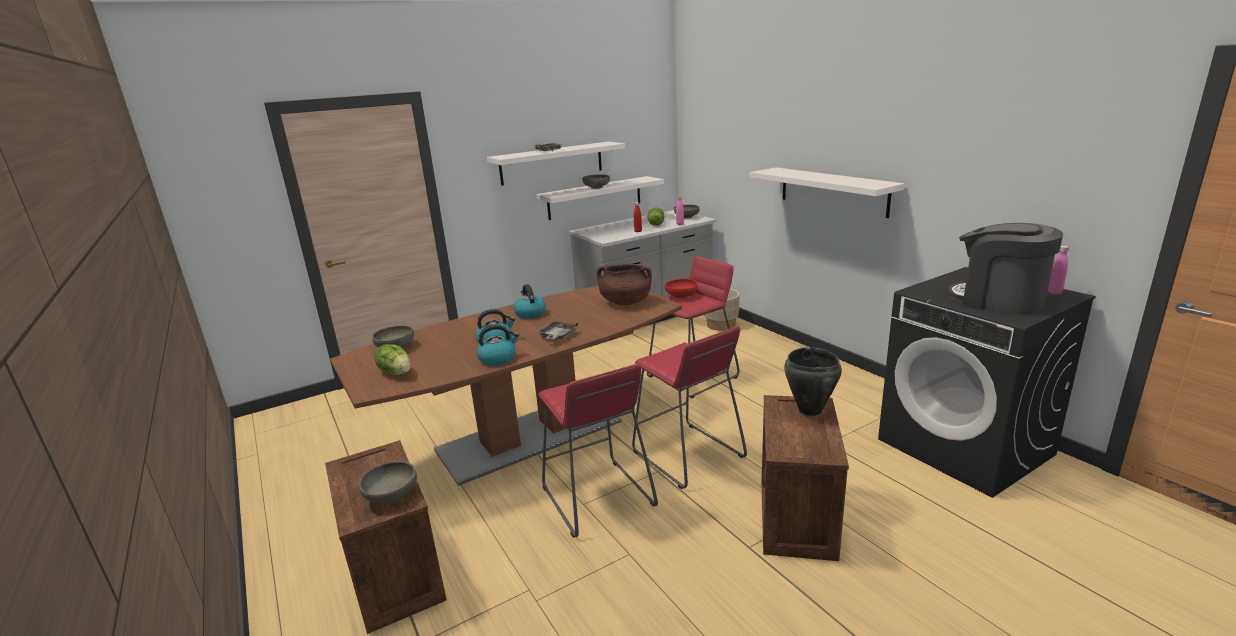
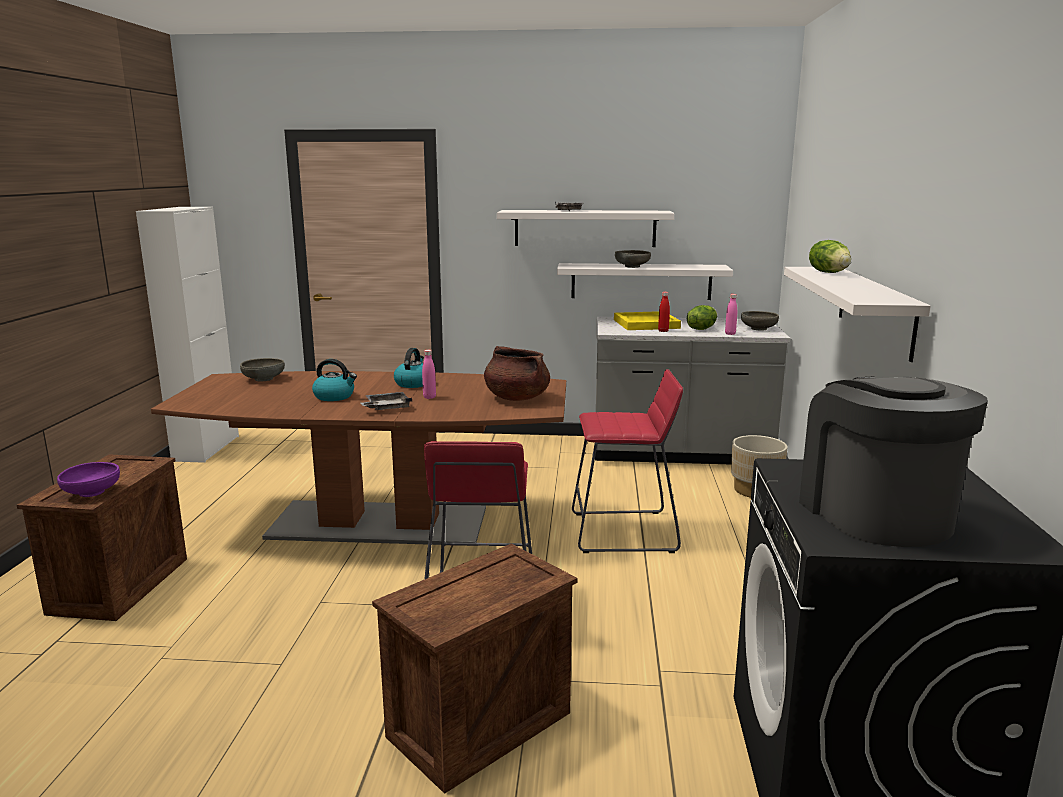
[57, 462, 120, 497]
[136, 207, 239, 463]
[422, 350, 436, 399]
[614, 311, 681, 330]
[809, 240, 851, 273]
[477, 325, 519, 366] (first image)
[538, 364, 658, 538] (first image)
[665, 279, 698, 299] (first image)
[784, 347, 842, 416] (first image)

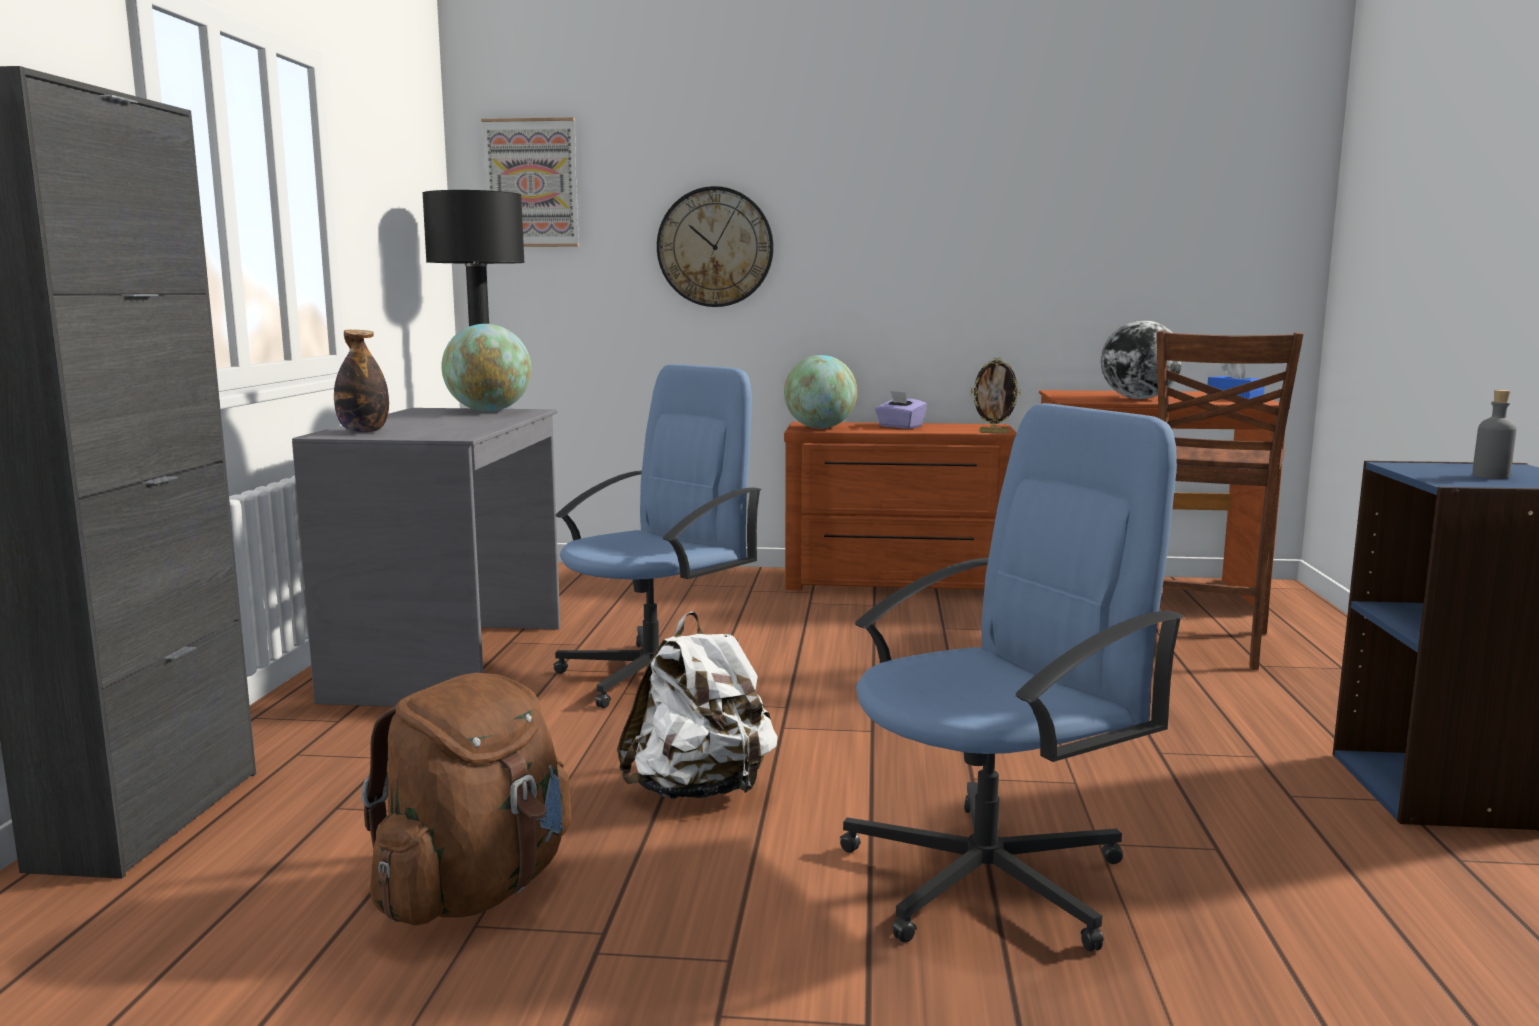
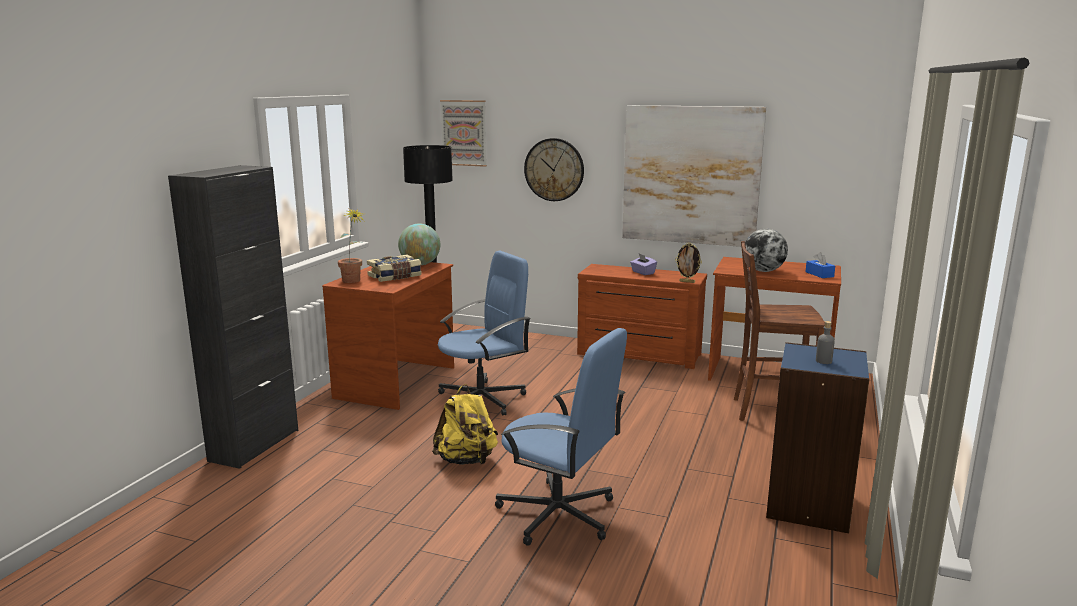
[322, 262, 454, 410]
[338, 208, 364, 283]
[367, 255, 422, 282]
[432, 384, 498, 465]
[495, 328, 627, 546]
[622, 105, 766, 247]
[734, 241, 825, 421]
[361, 673, 572, 925] (first image)
[784, 355, 857, 429] (first image)

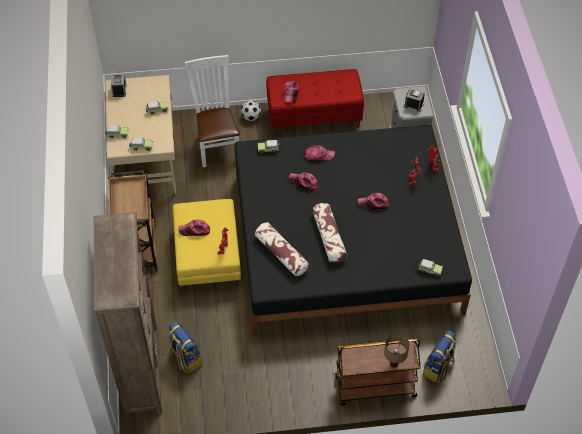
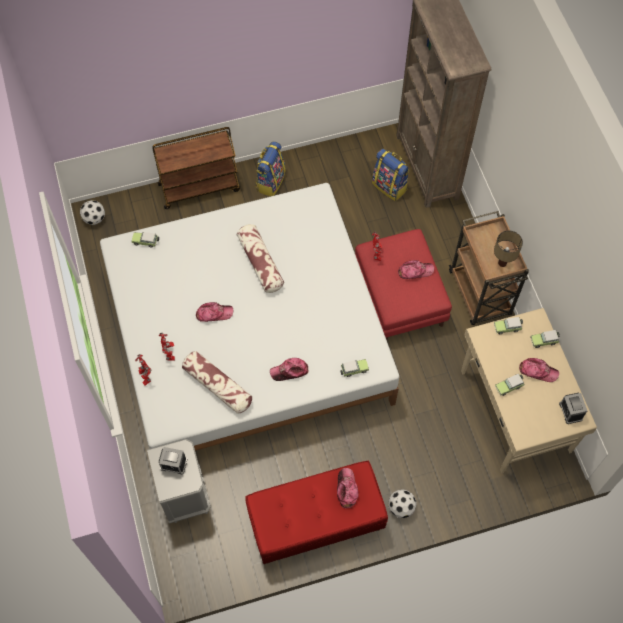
[80, 200, 105, 225]
[100, 183, 399, 451]
[182, 351, 252, 414]
[255, 141, 285, 196]
[355, 229, 452, 340]
[494, 231, 523, 267]
[519, 358, 559, 382]
[185, 55, 240, 167] (first image)

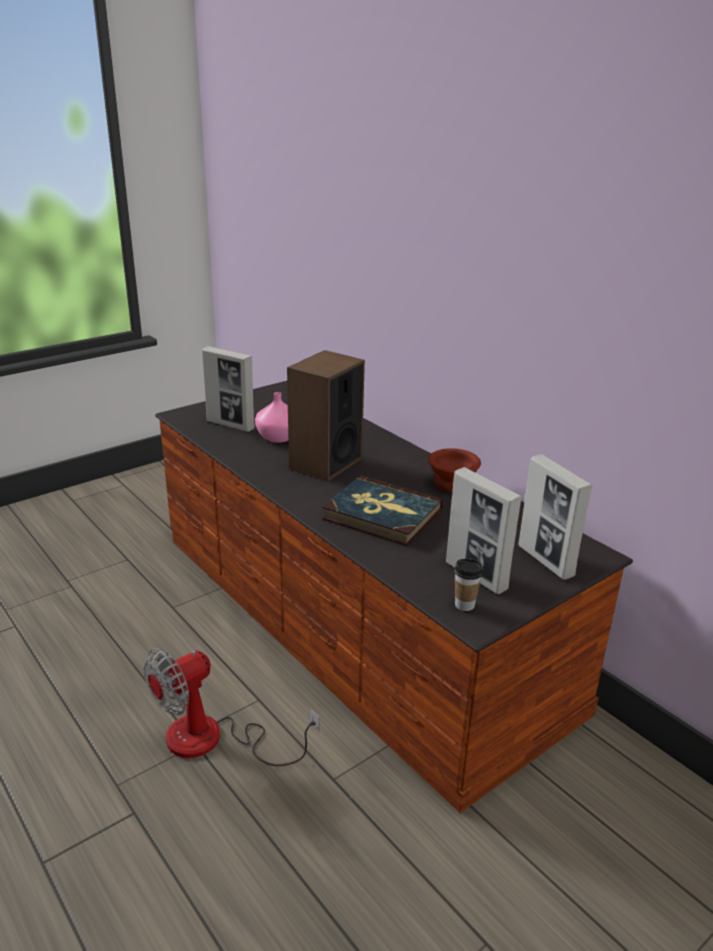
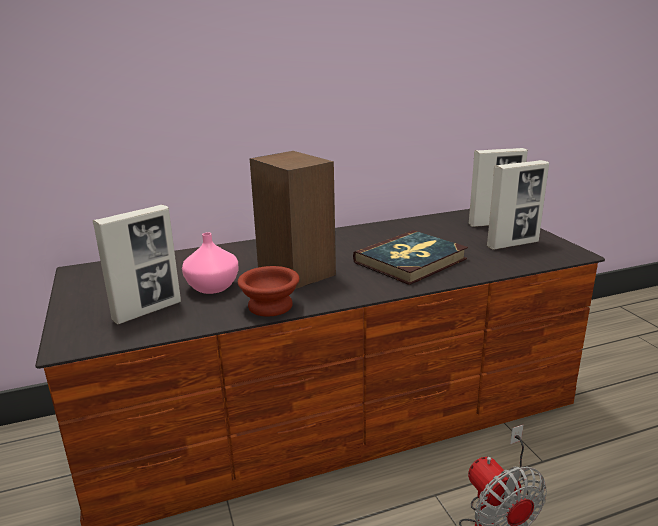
[238, 266, 299, 317]
[454, 559, 483, 611] (first image)

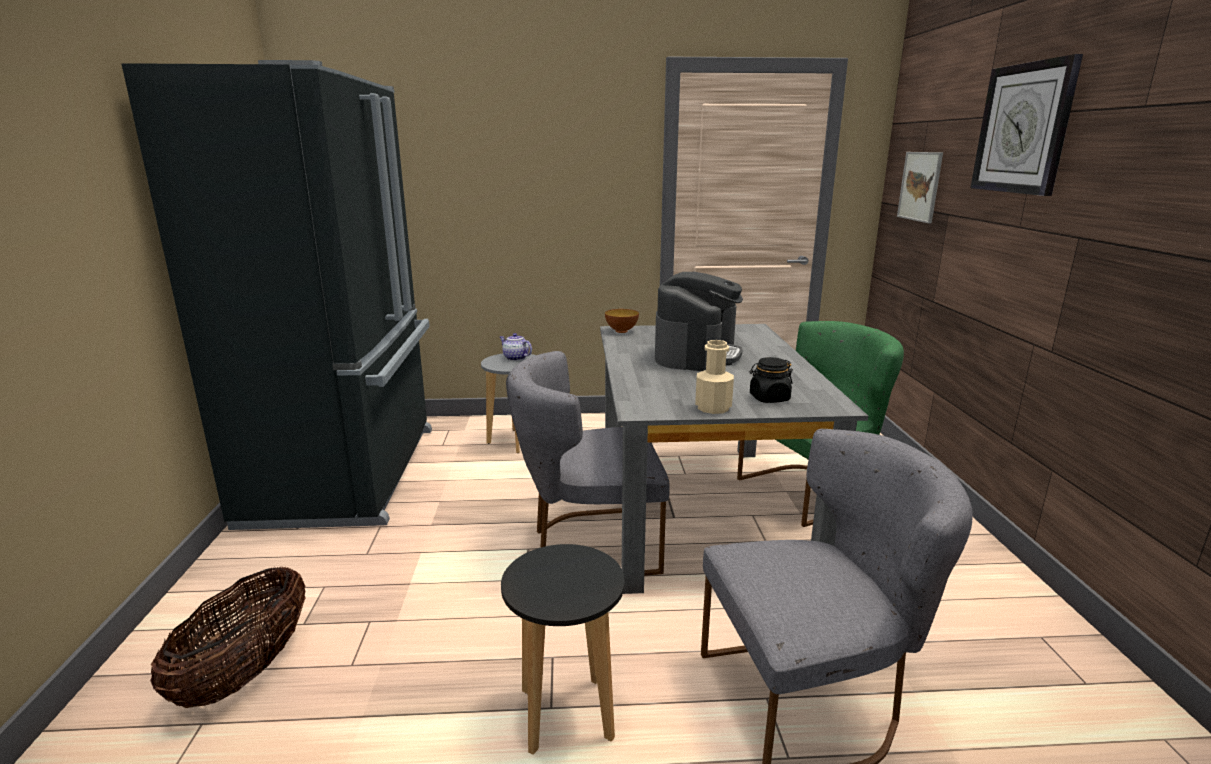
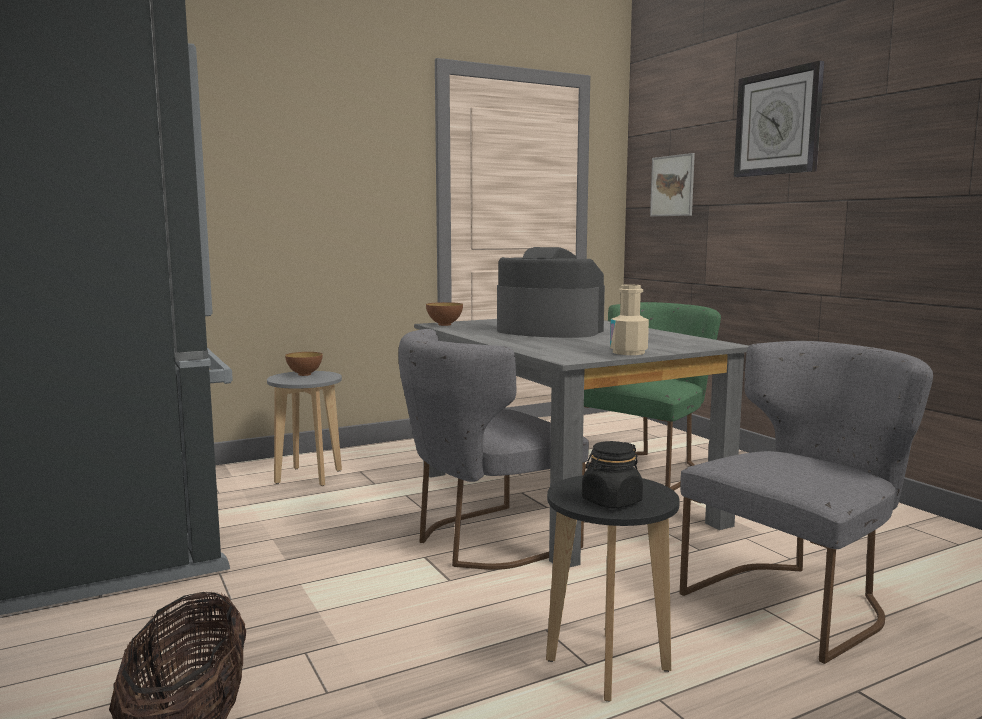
[285, 352, 323, 376]
[497, 247, 605, 338]
[582, 441, 643, 509]

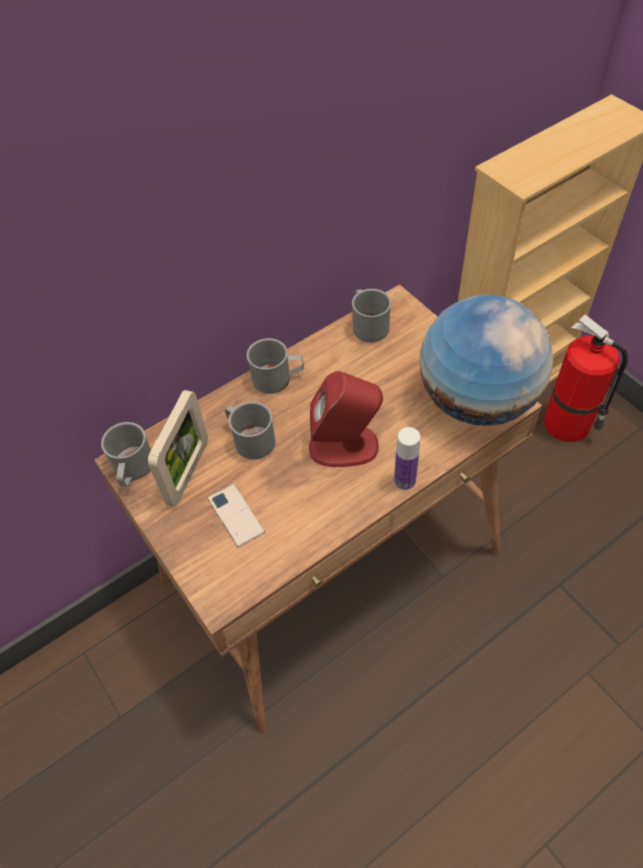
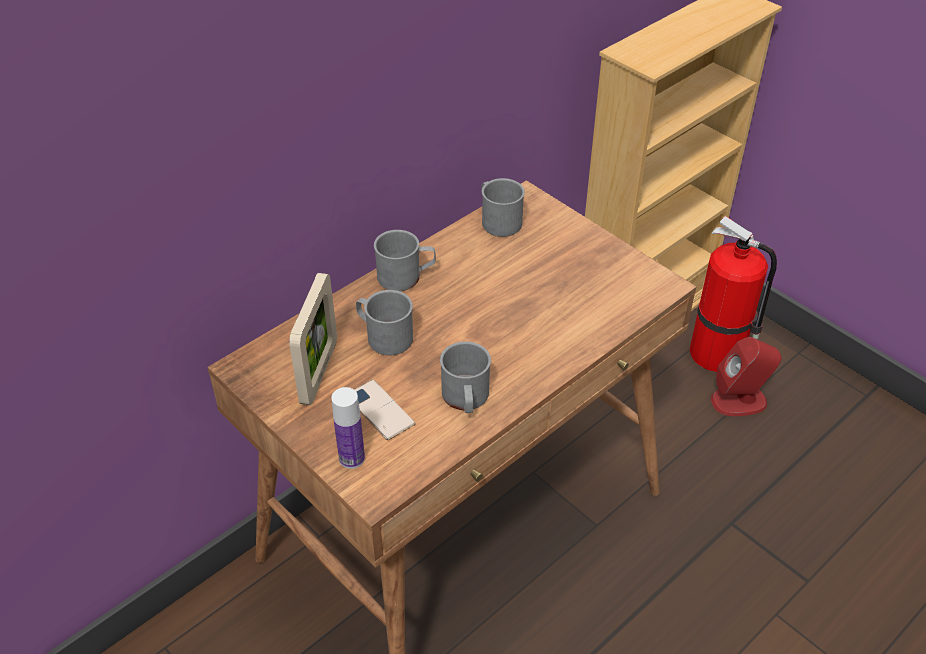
[331, 387, 365, 469]
[440, 341, 491, 413]
[711, 337, 781, 416]
[419, 294, 553, 426] (first image)

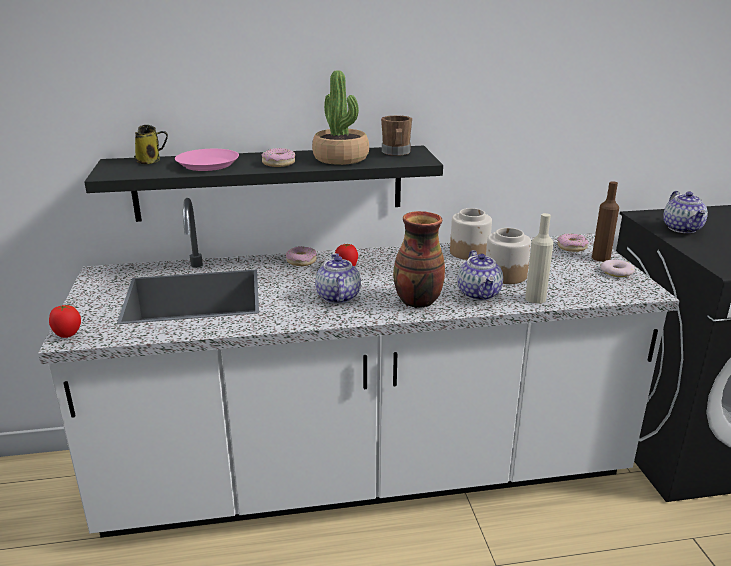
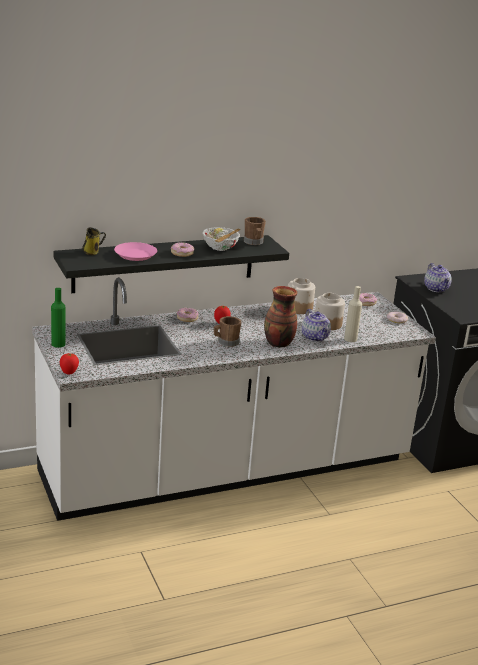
[51, 288, 66, 348]
[202, 228, 240, 251]
[214, 316, 241, 347]
[592, 181, 619, 262] (first image)

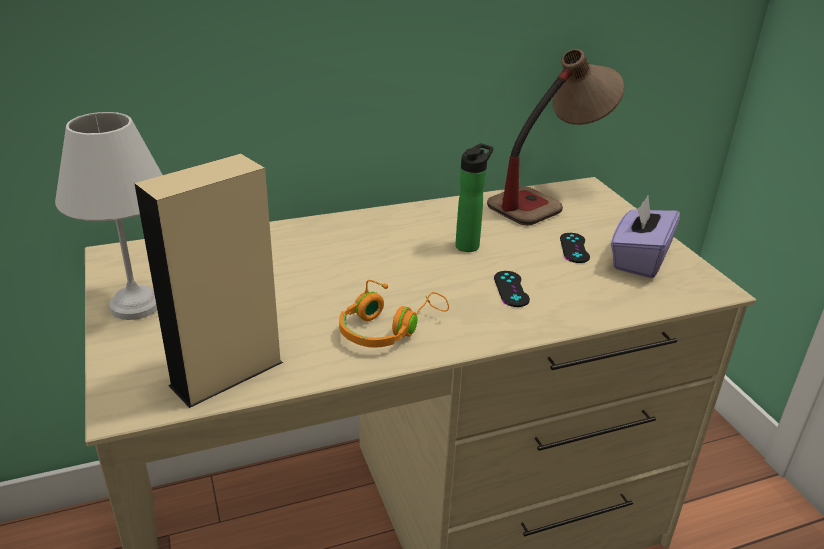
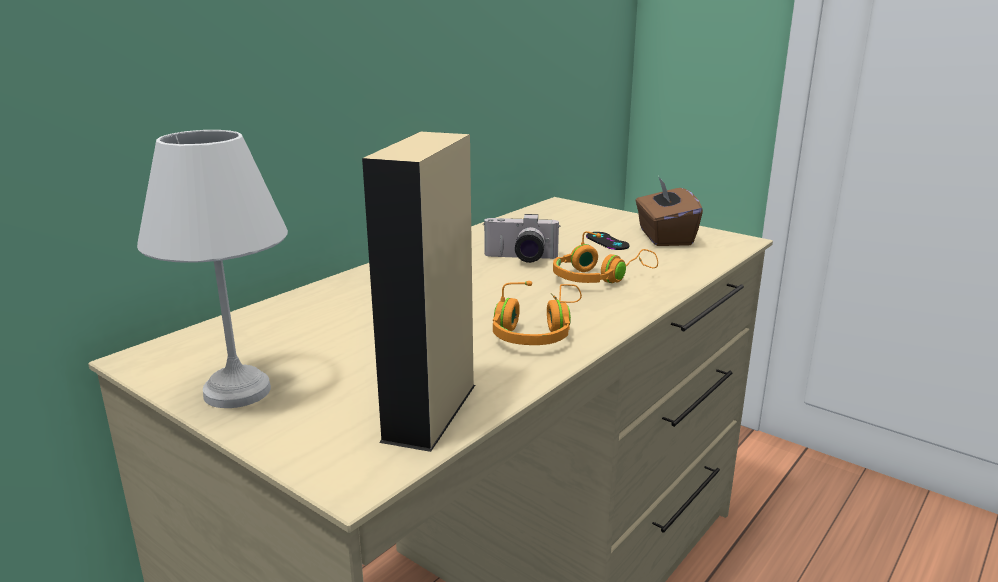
[483, 214, 560, 263]
[553, 231, 658, 283]
[636, 175, 703, 246]
[487, 49, 625, 225] (first image)

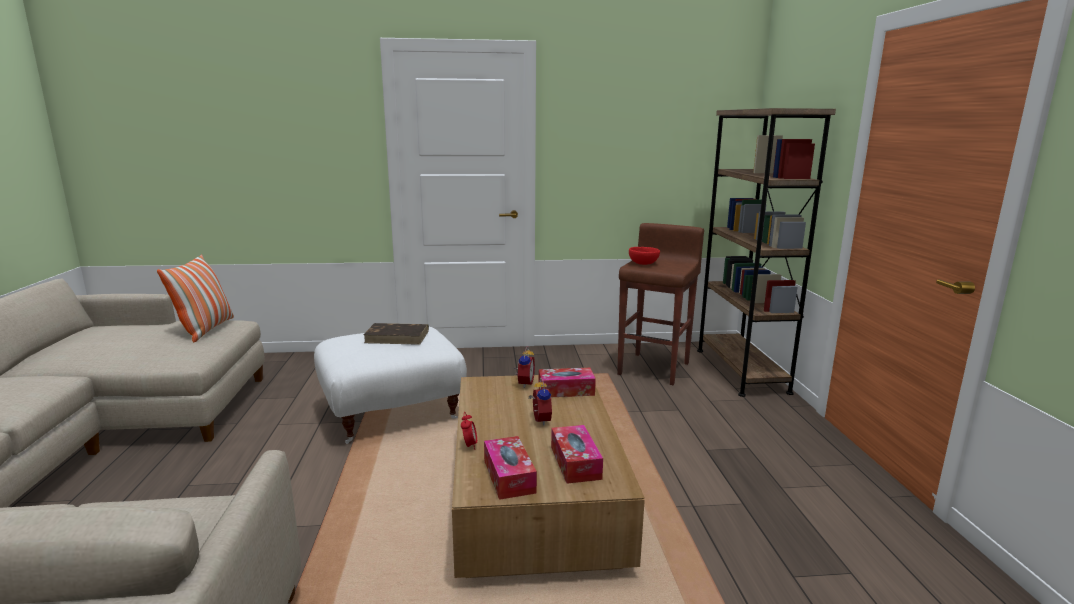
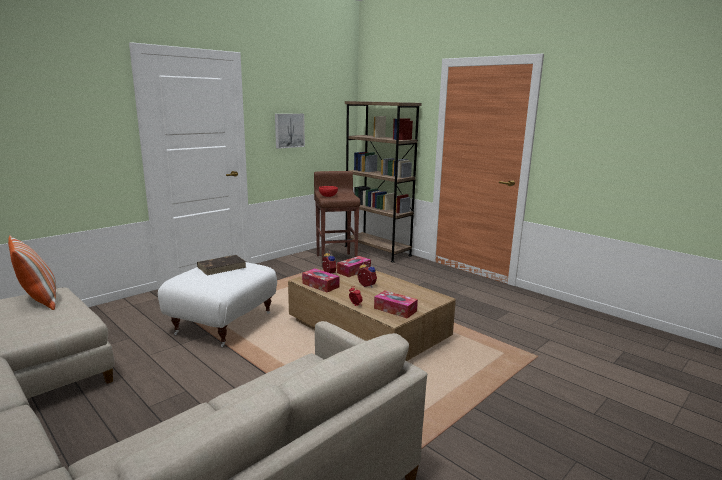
[275, 114, 305, 149]
[302, 268, 339, 292]

